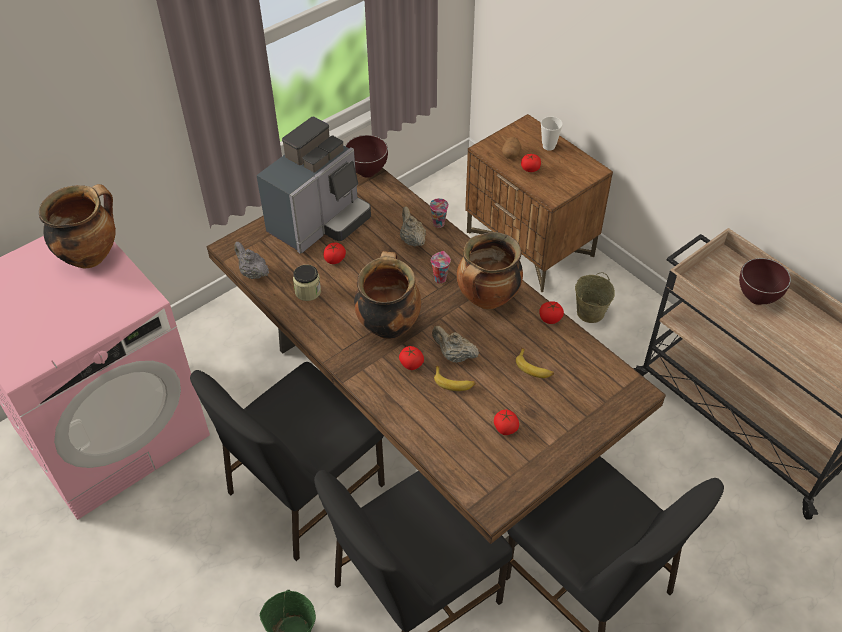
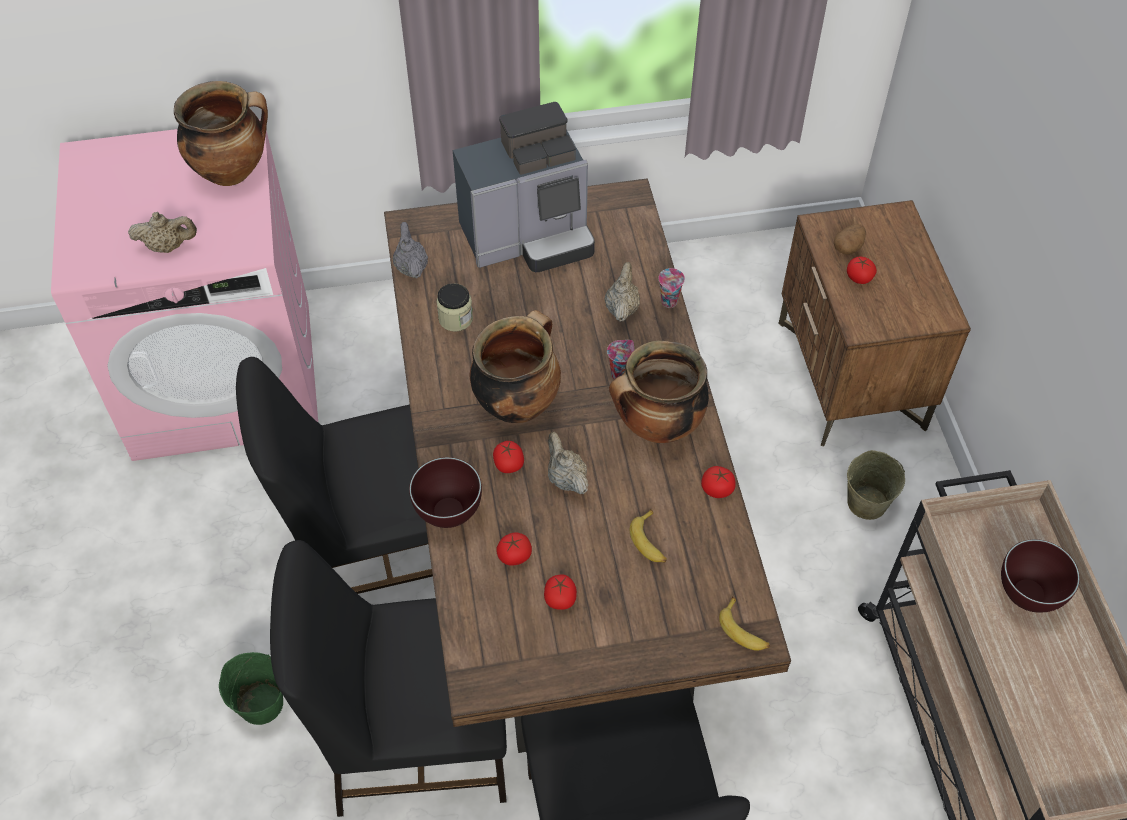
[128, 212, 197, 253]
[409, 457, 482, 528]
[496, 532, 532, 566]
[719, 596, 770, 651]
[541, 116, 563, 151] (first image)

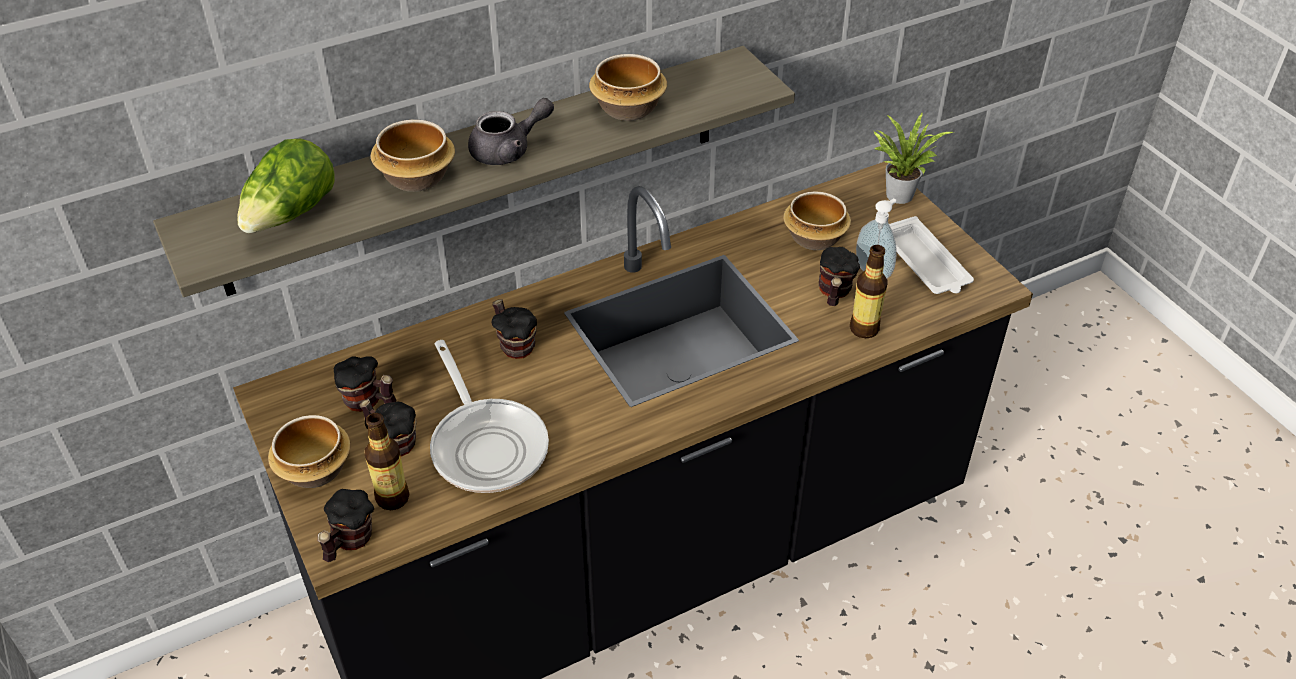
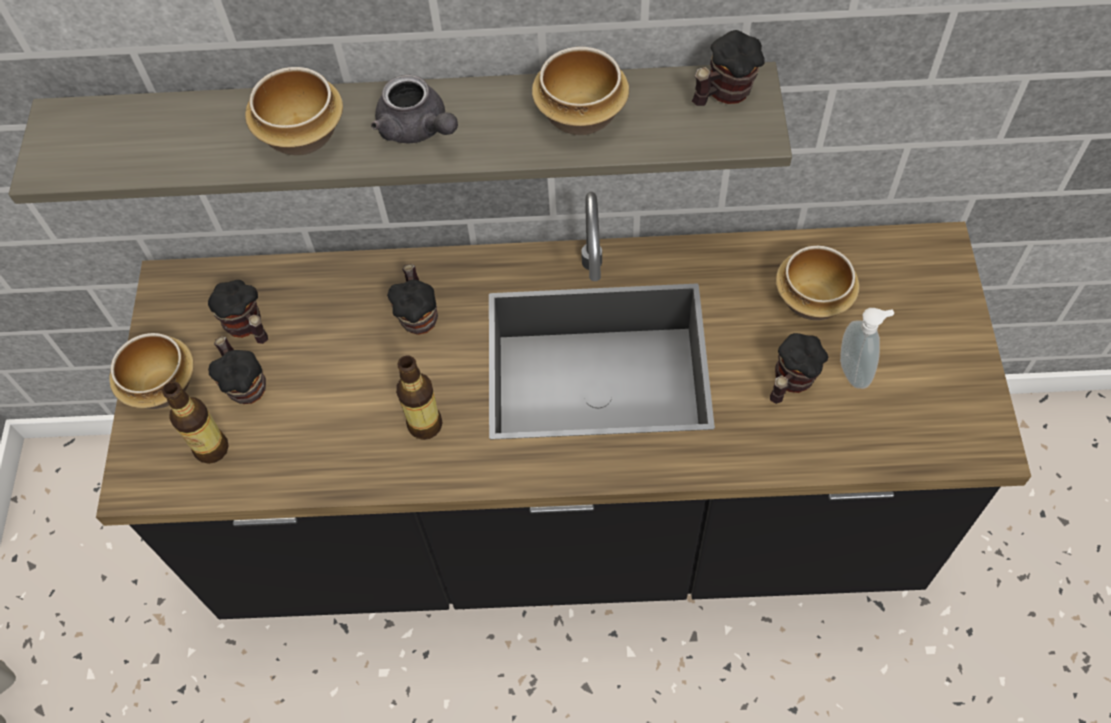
[371, 75, 458, 144]
[396, 355, 443, 440]
[692, 30, 765, 106]
[237, 139, 335, 233] (first image)
[430, 340, 549, 493] (first image)
[872, 113, 953, 204] (first image)
[889, 216, 974, 294] (first image)

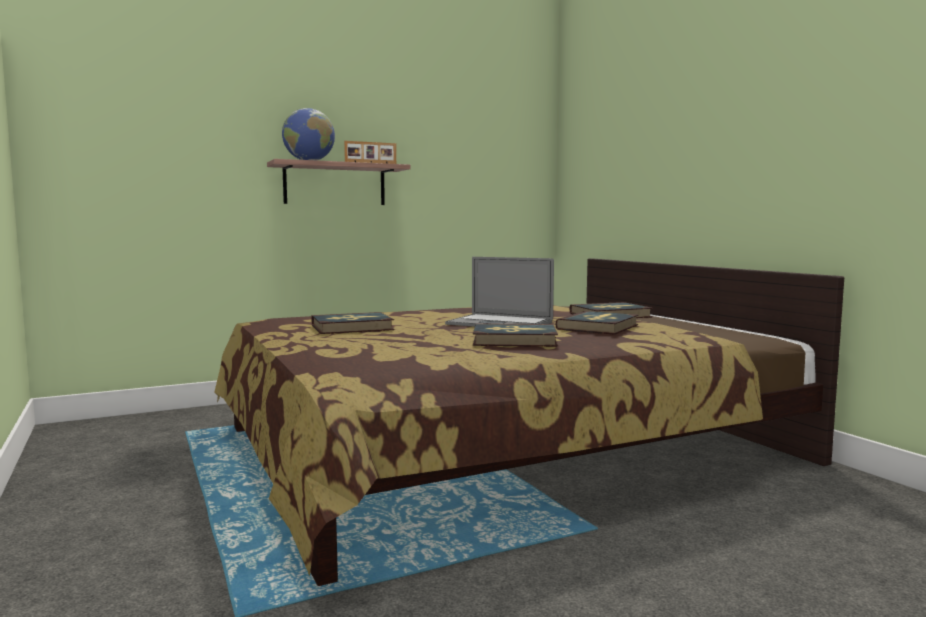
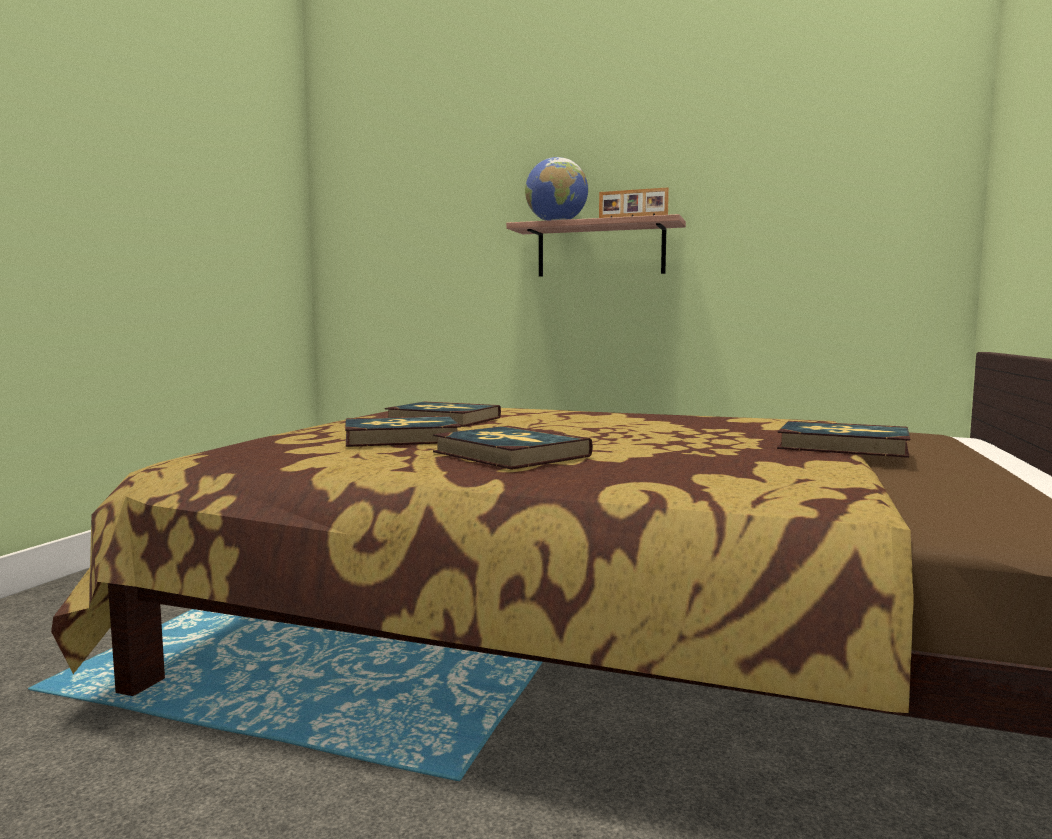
[345, 416, 461, 447]
[445, 257, 554, 327] (first image)

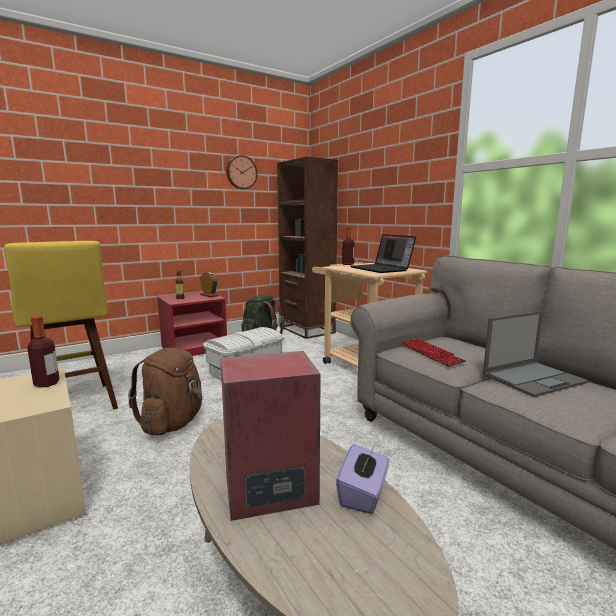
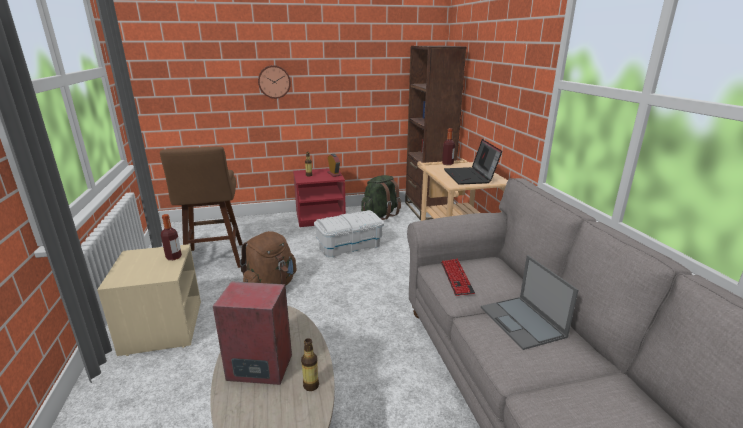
[160, 146, 243, 268]
[258, 65, 291, 99]
[301, 338, 319, 391]
[481, 255, 578, 350]

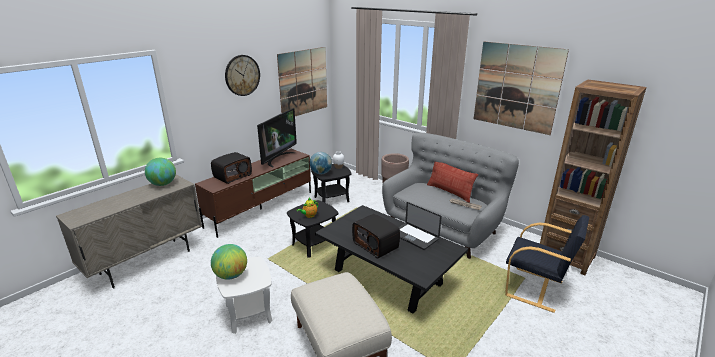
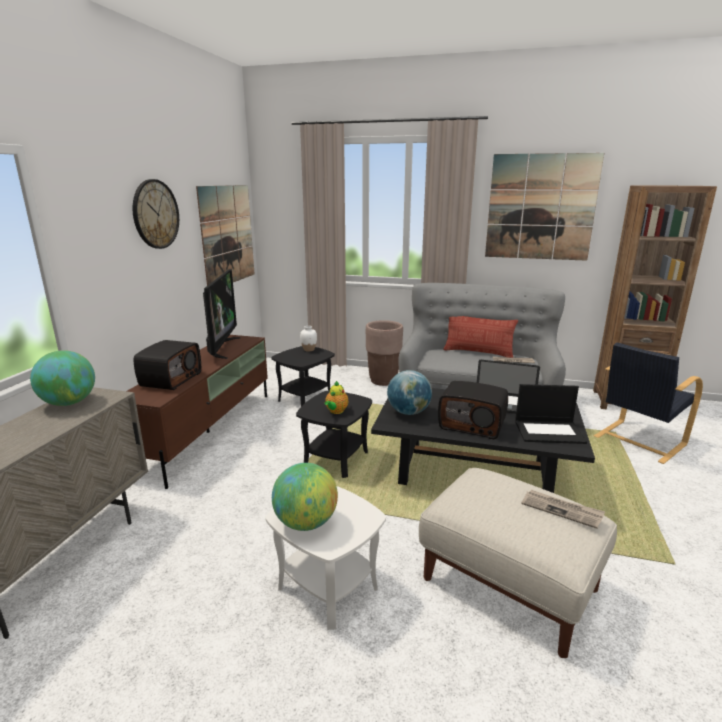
[387, 370, 432, 415]
[515, 384, 587, 444]
[521, 490, 605, 529]
[594, 342, 703, 464]

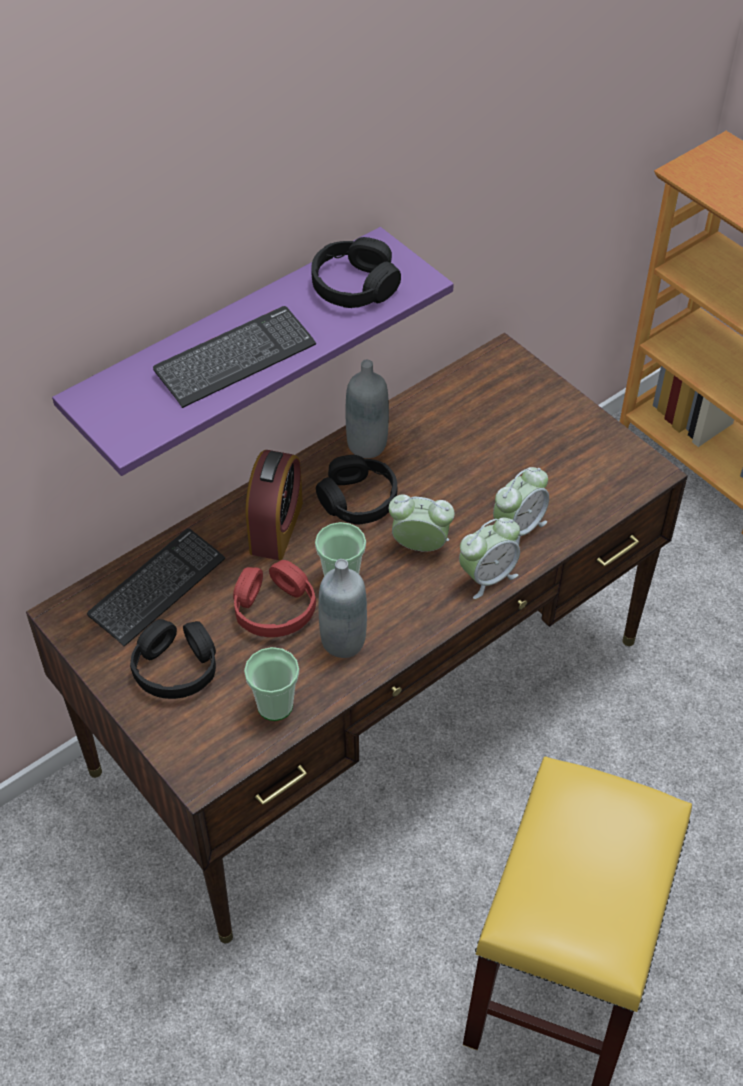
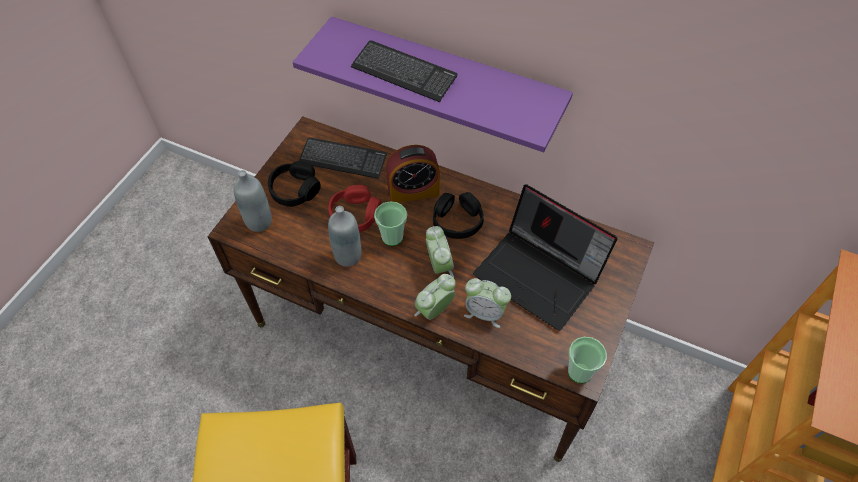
[234, 170, 272, 232]
[414, 274, 456, 320]
[473, 184, 617, 331]
[568, 337, 607, 383]
[311, 237, 401, 308] (first image)

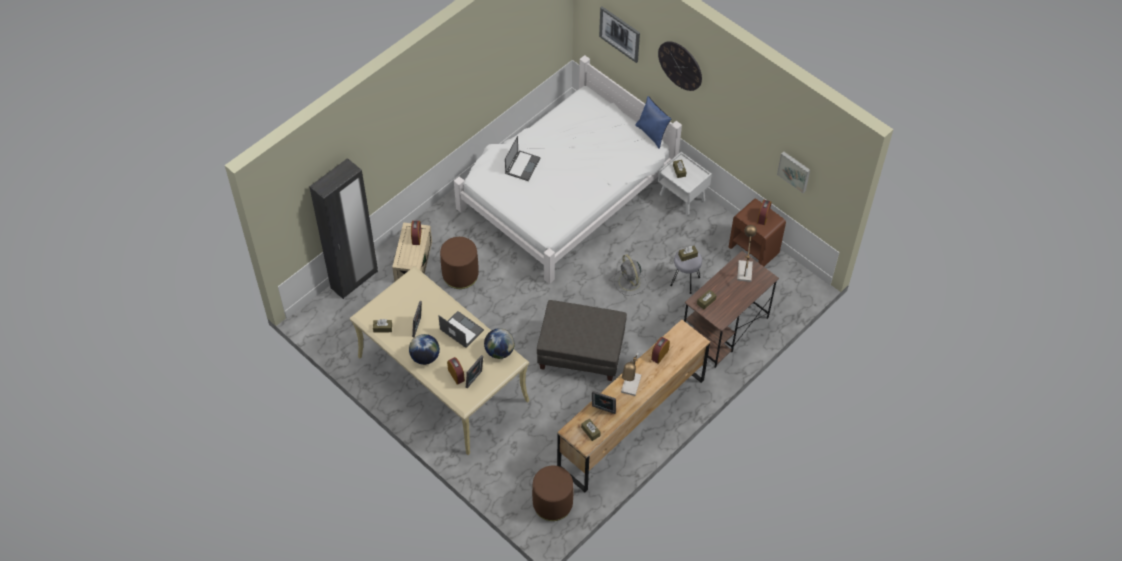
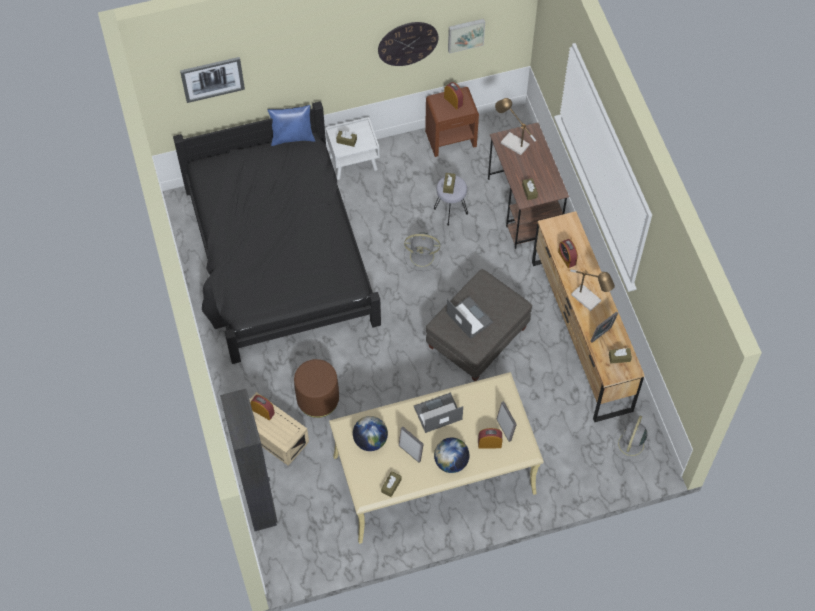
[173, 101, 381, 364]
[353, 416, 388, 451]
[378, 22, 439, 66]
[447, 296, 493, 339]
[612, 416, 649, 463]

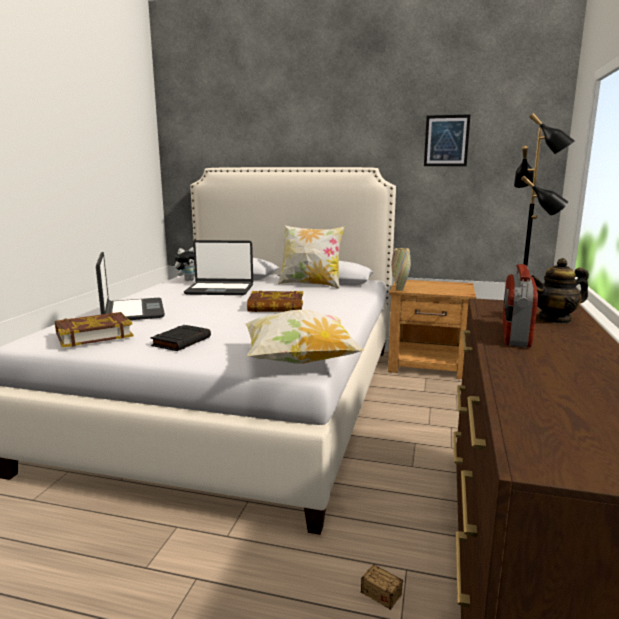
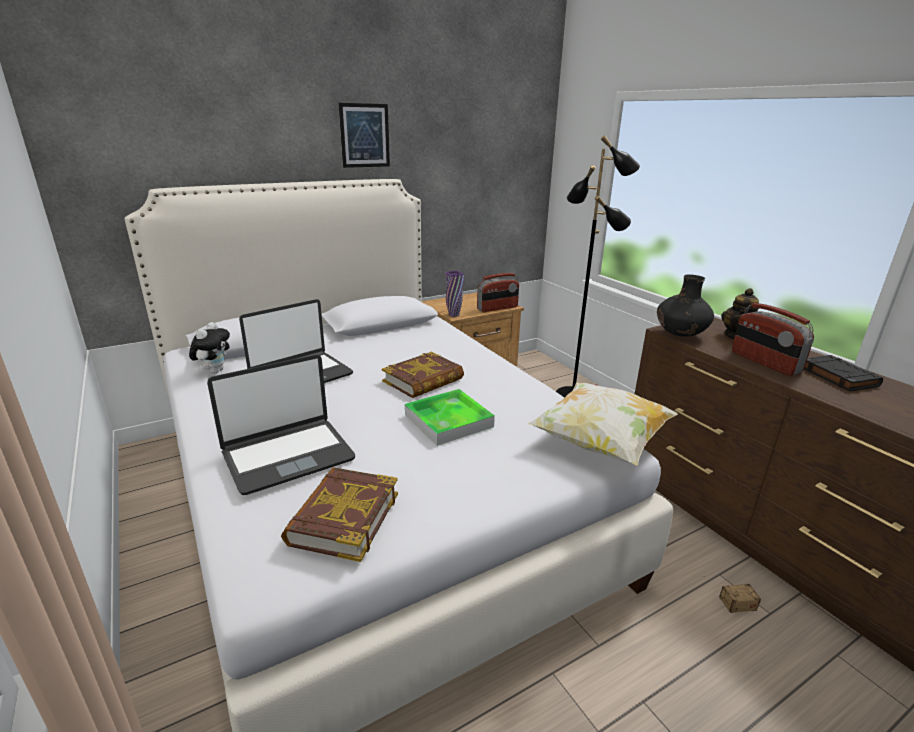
[207, 354, 355, 495]
[339, 103, 390, 168]
[405, 389, 495, 446]
[445, 270, 465, 317]
[477, 273, 519, 312]
[657, 275, 714, 337]
[804, 355, 883, 391]
[278, 225, 345, 289] (first image)

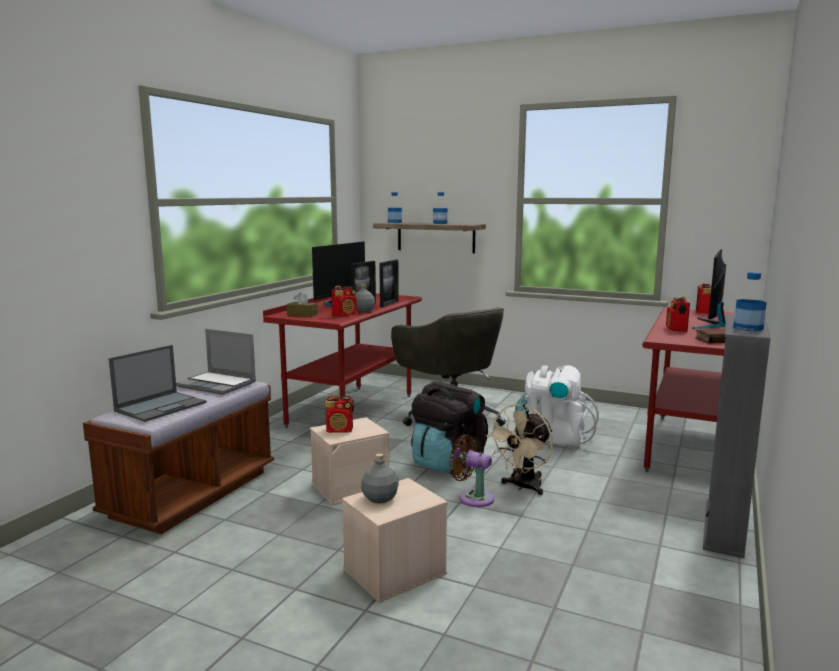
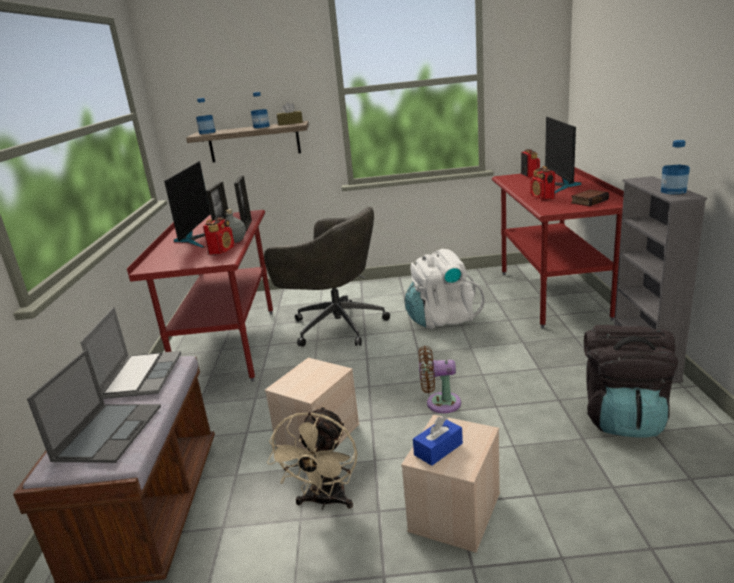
[80, 307, 181, 399]
[267, 406, 357, 510]
[277, 102, 303, 125]
[413, 415, 463, 466]
[584, 325, 678, 438]
[325, 394, 354, 433] (first image)

